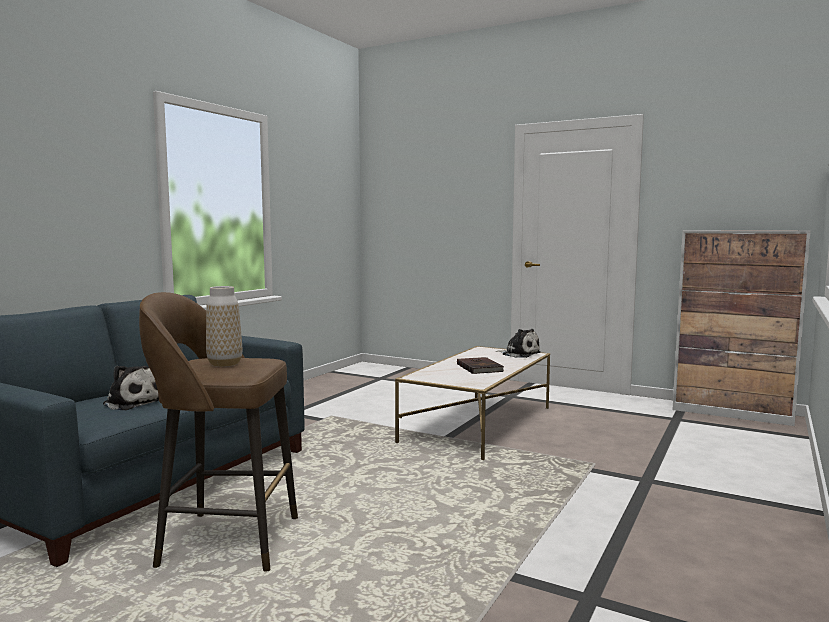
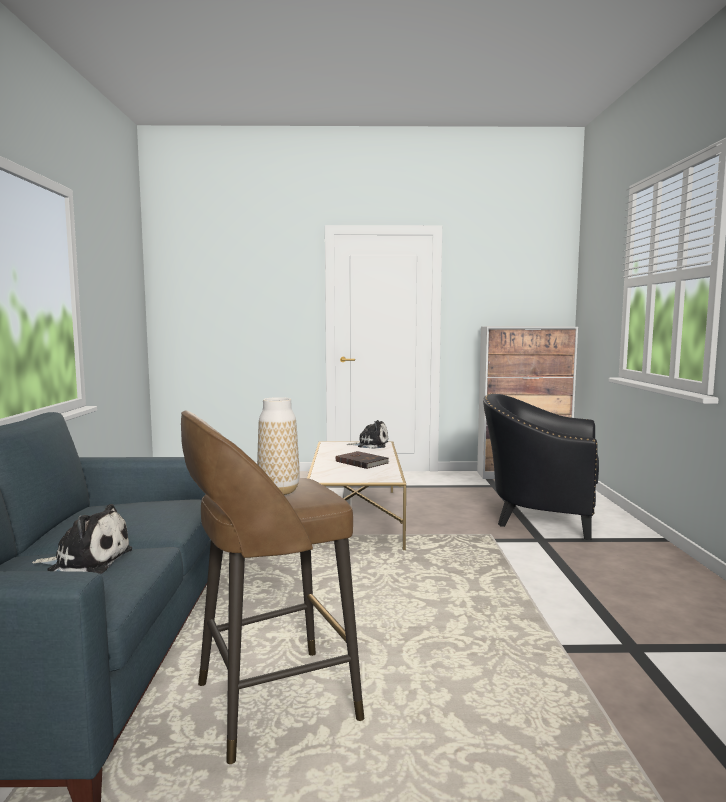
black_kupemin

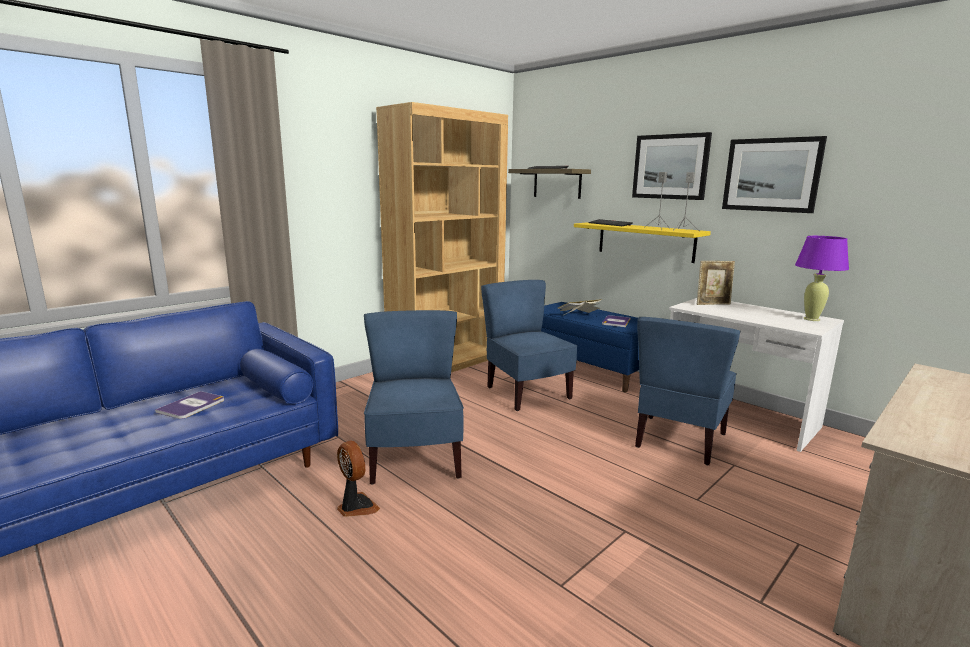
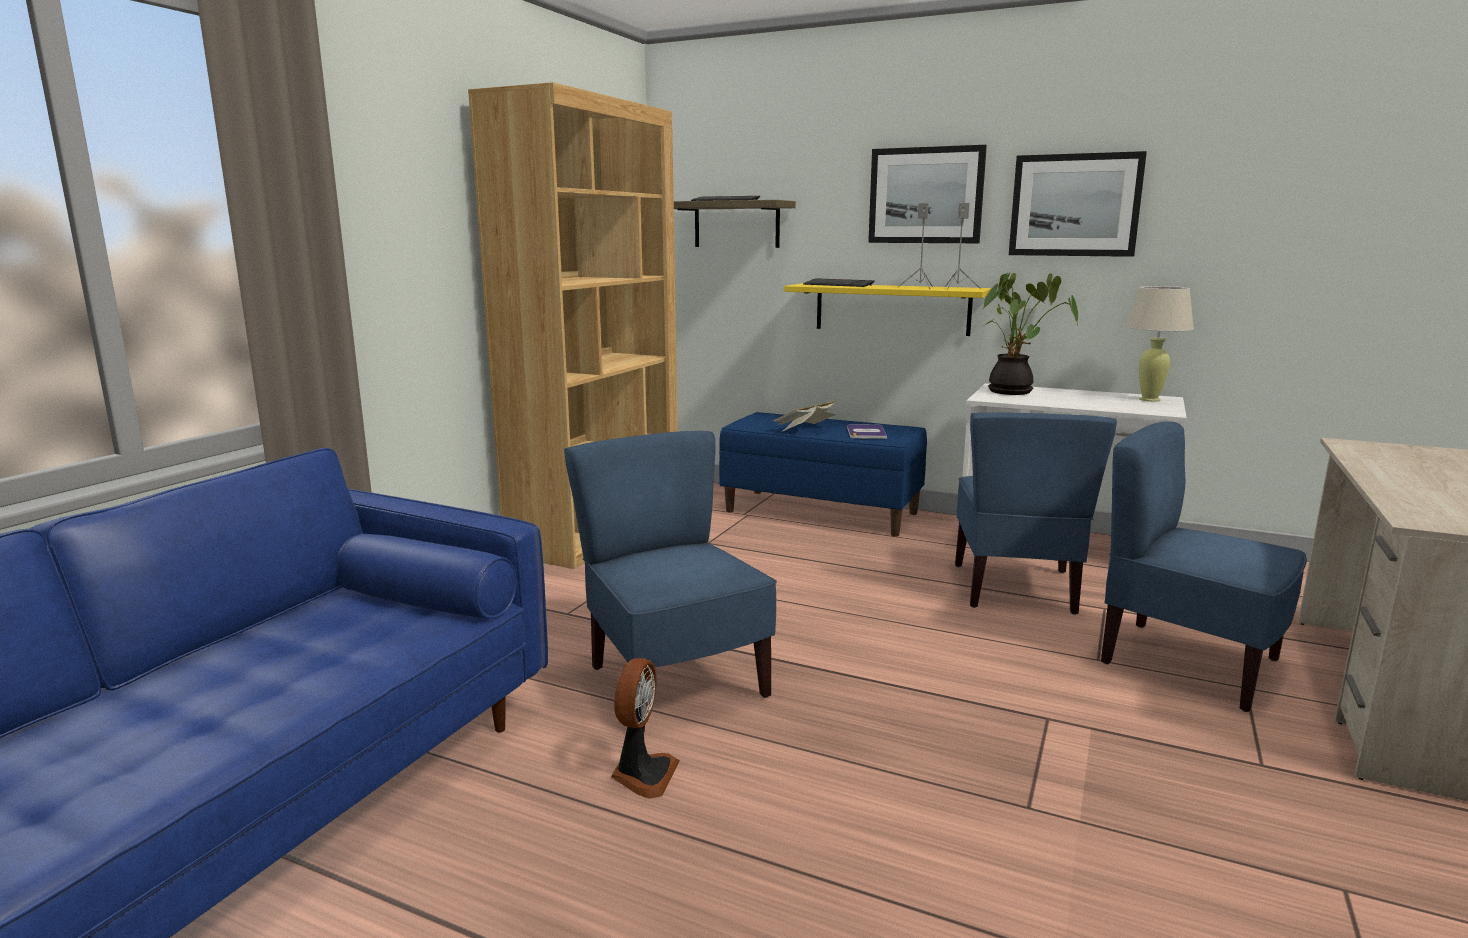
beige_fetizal
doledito
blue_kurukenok (3rd from left)
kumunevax (1st from left in the first image)
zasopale

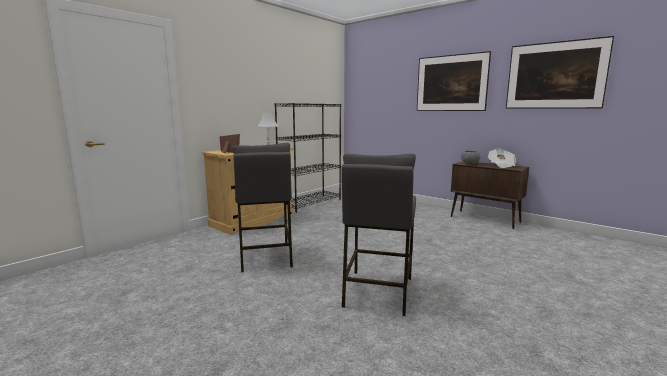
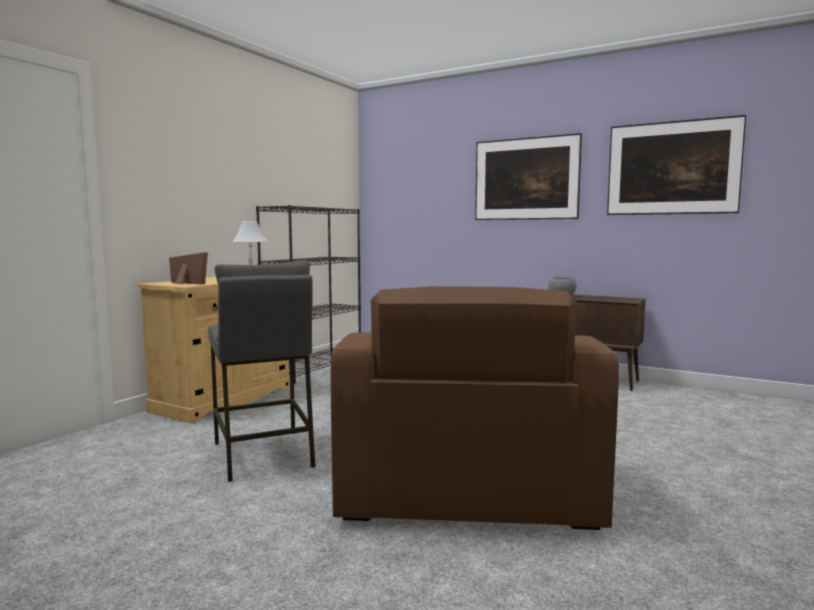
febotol
brown_kupemin

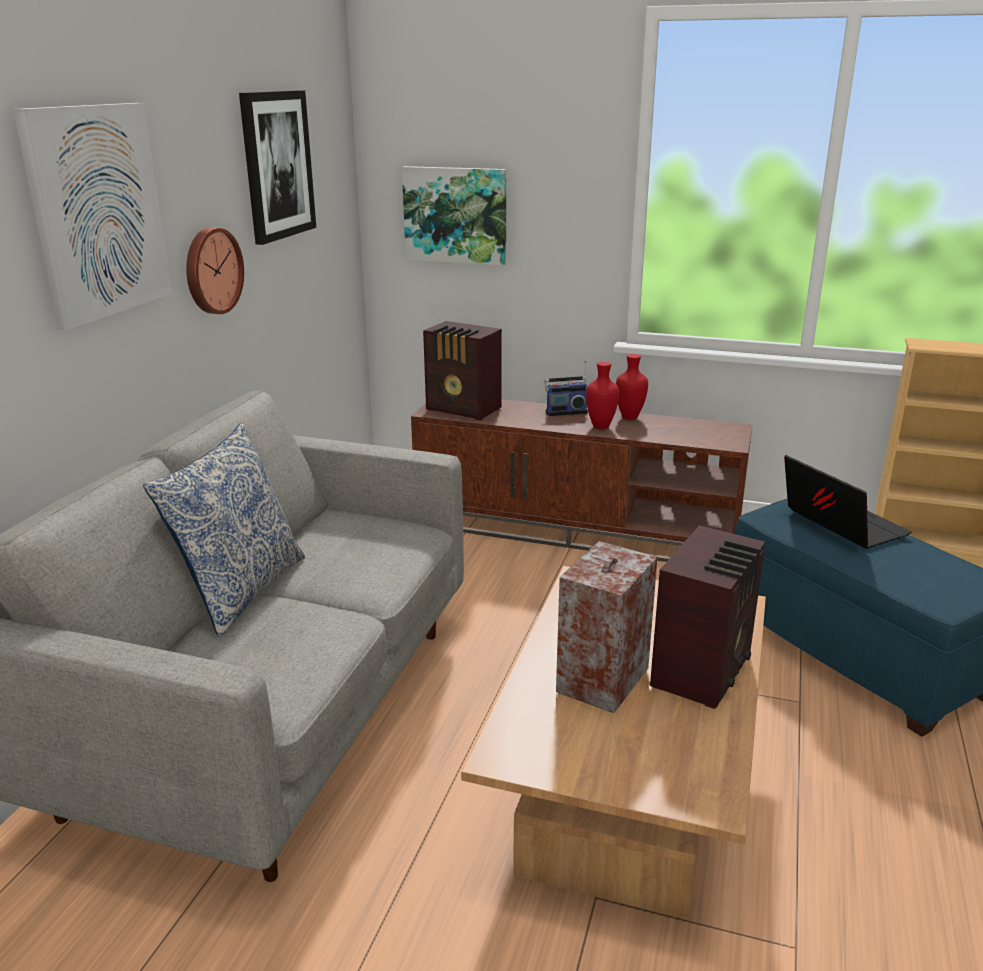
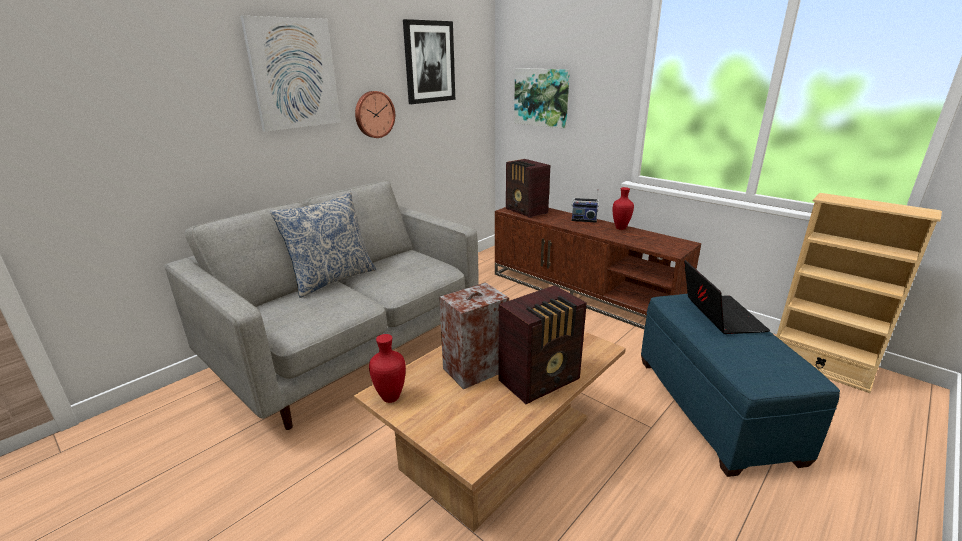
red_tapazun (1st from left)

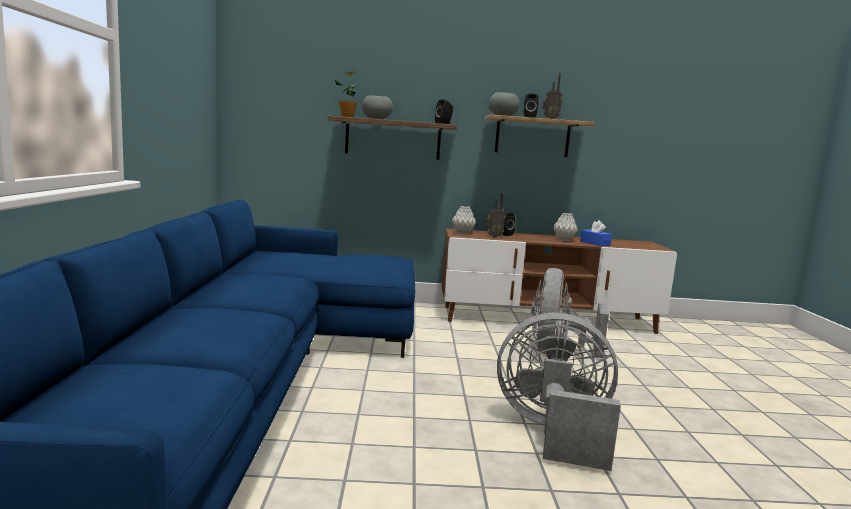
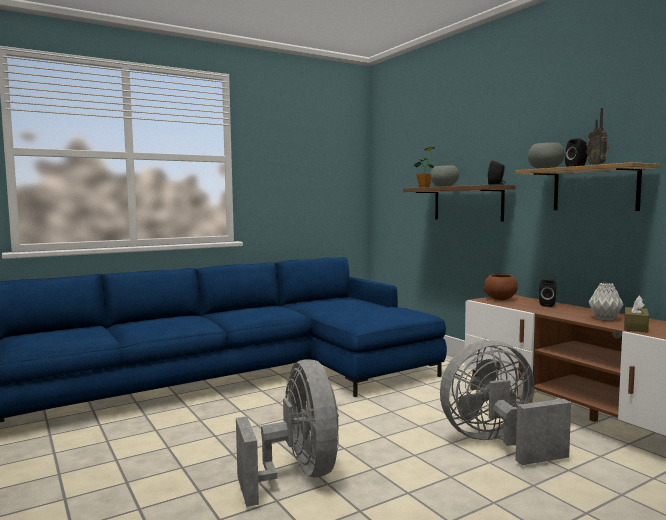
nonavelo (1st from left in the first image)
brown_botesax
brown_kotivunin

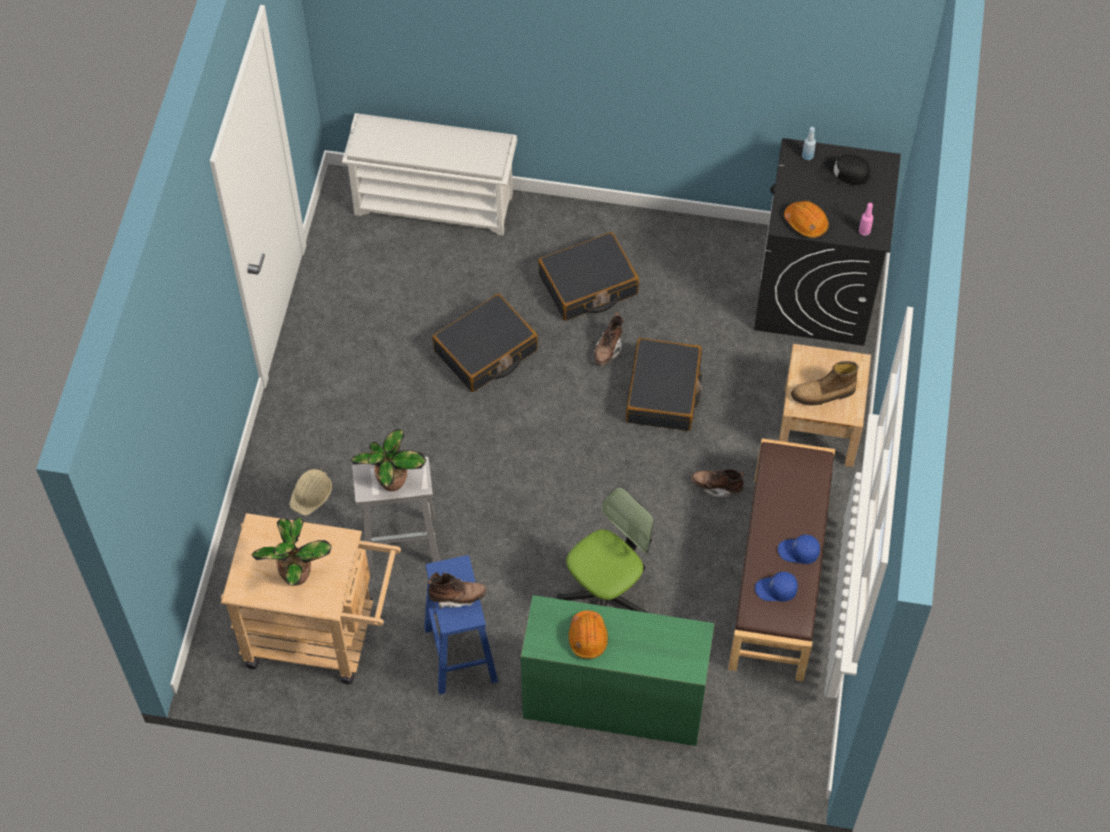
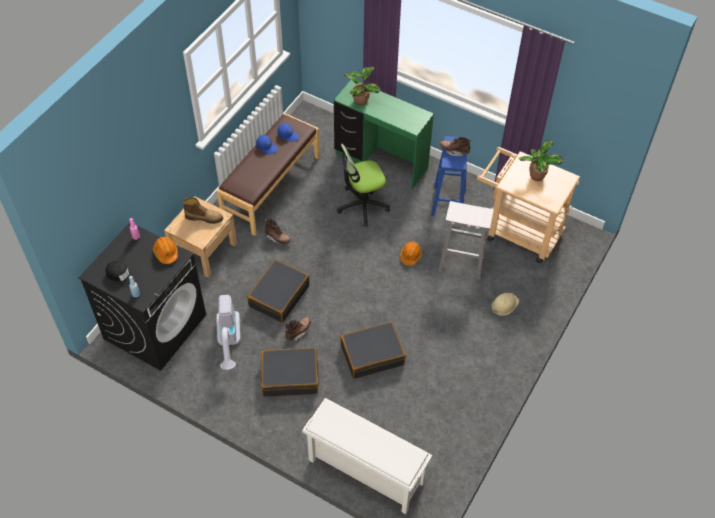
doledito (1st from left)
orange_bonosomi (2nd from left)
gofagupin

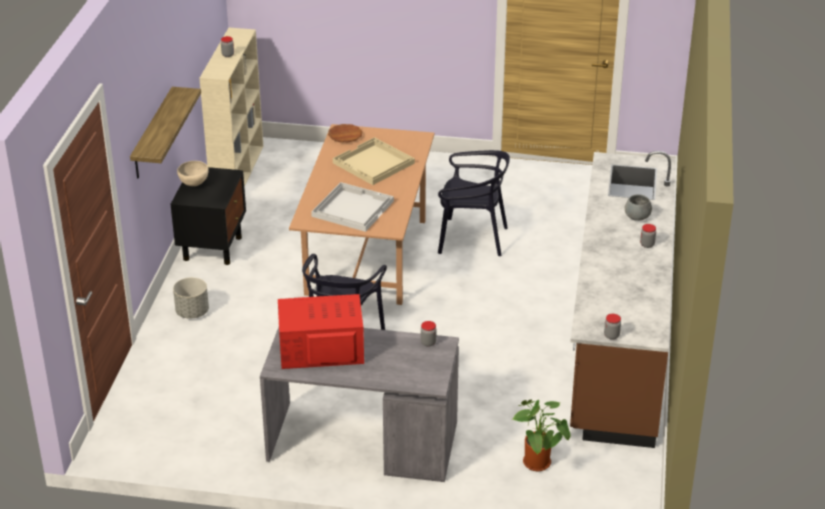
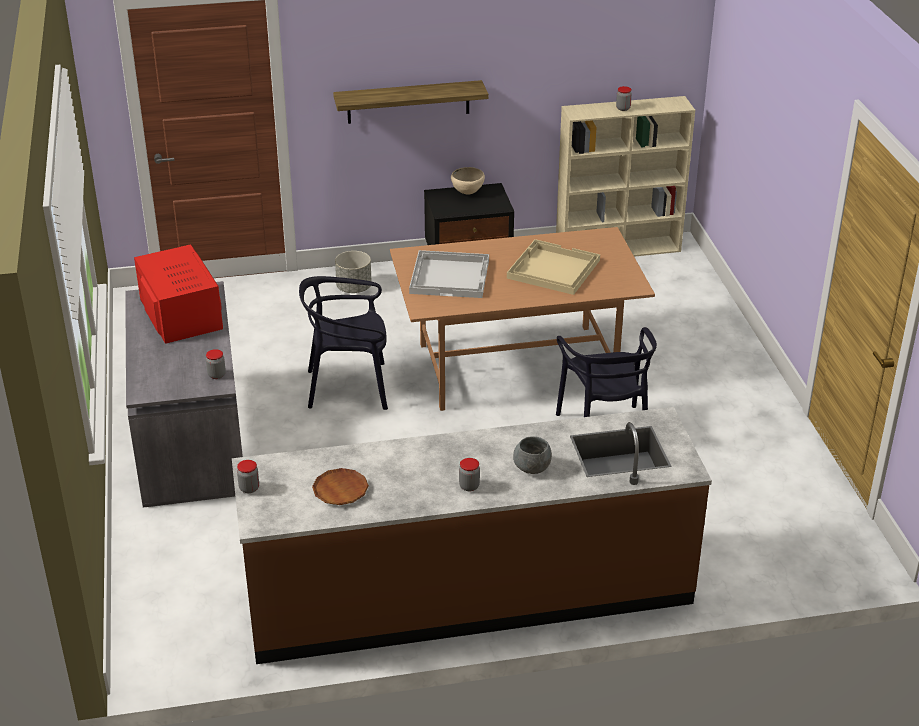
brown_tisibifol
doledito

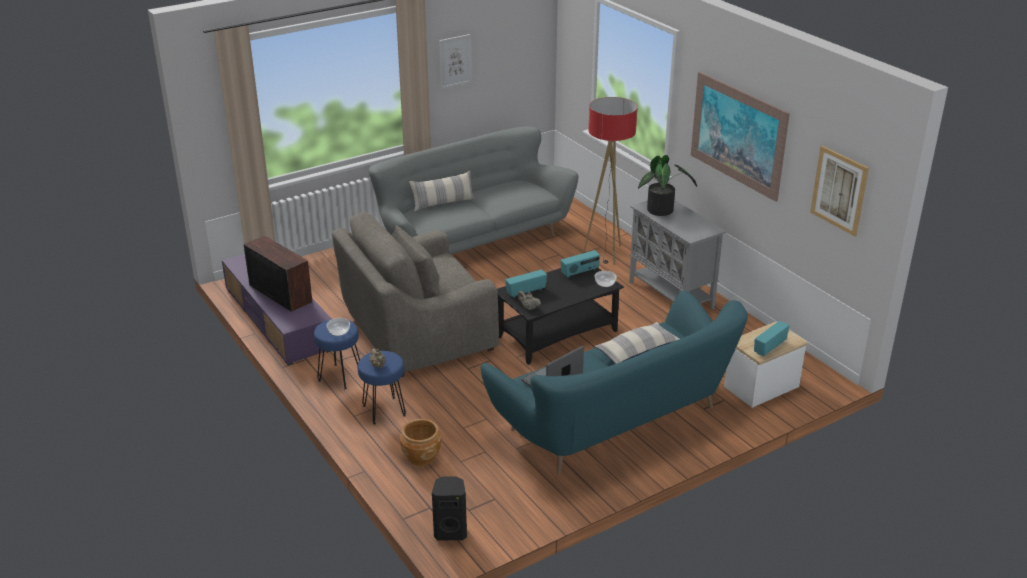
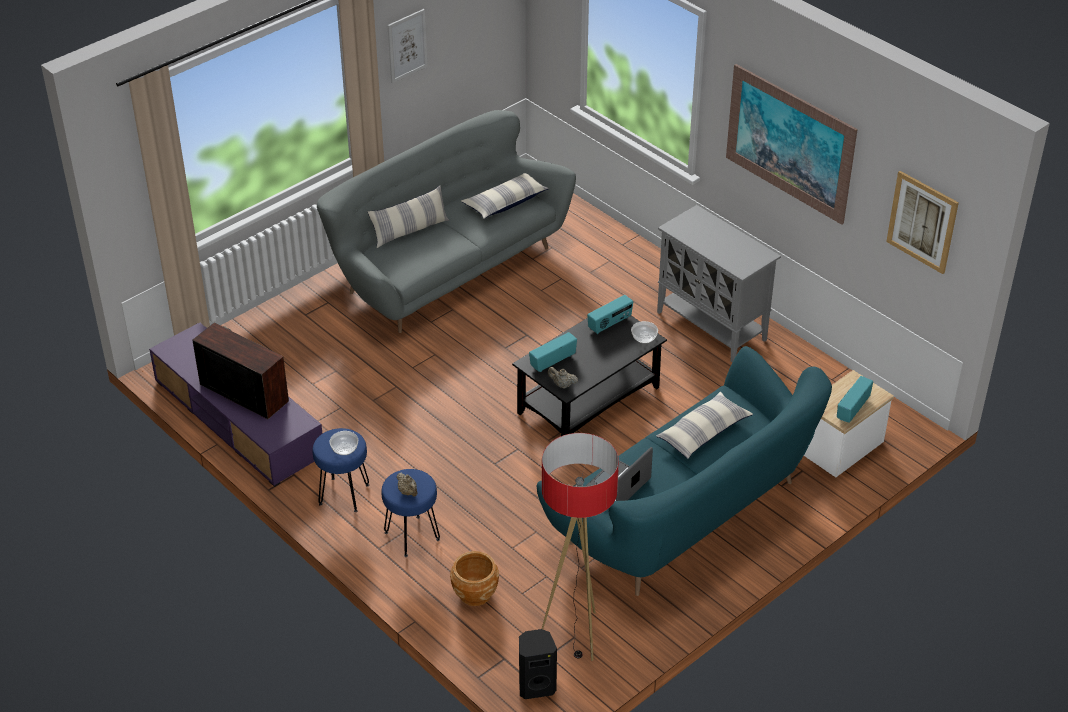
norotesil
doledito
grey_kupemin
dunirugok (2nd from left)

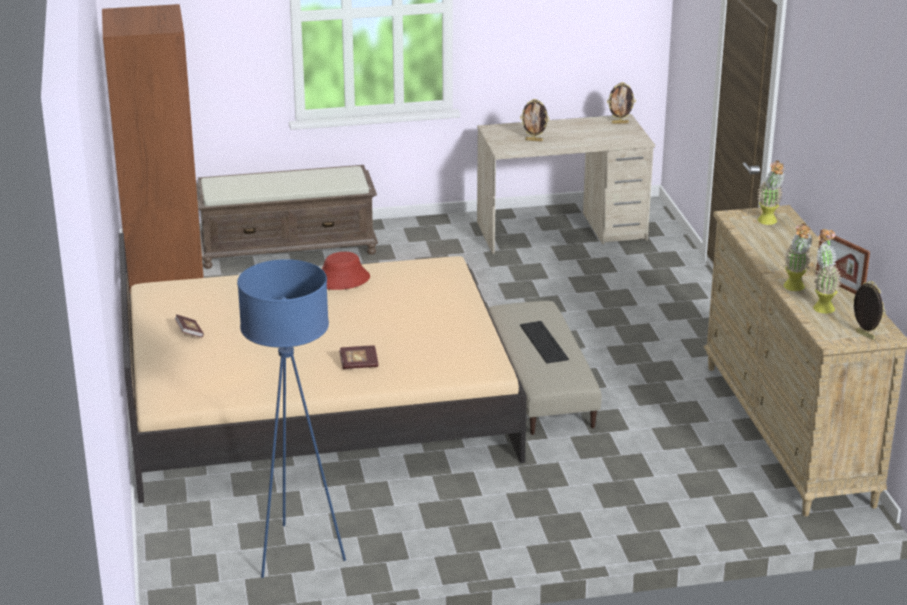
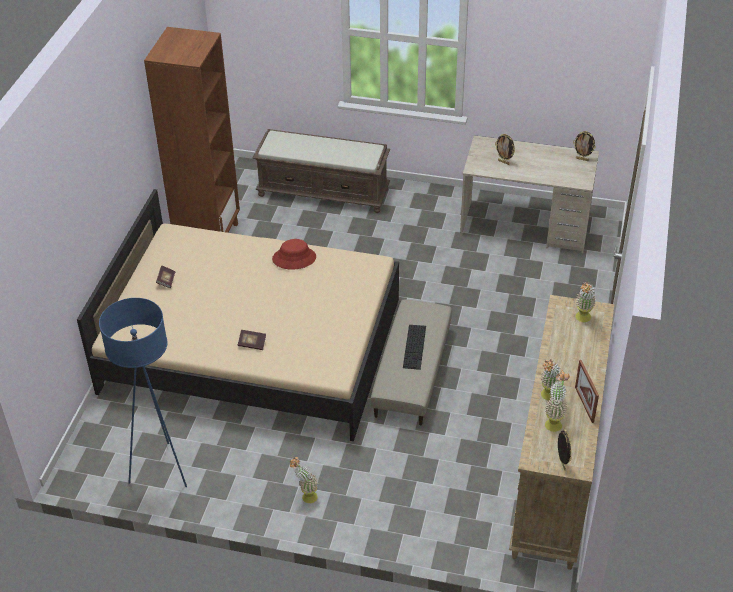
doledito (1st from left)

